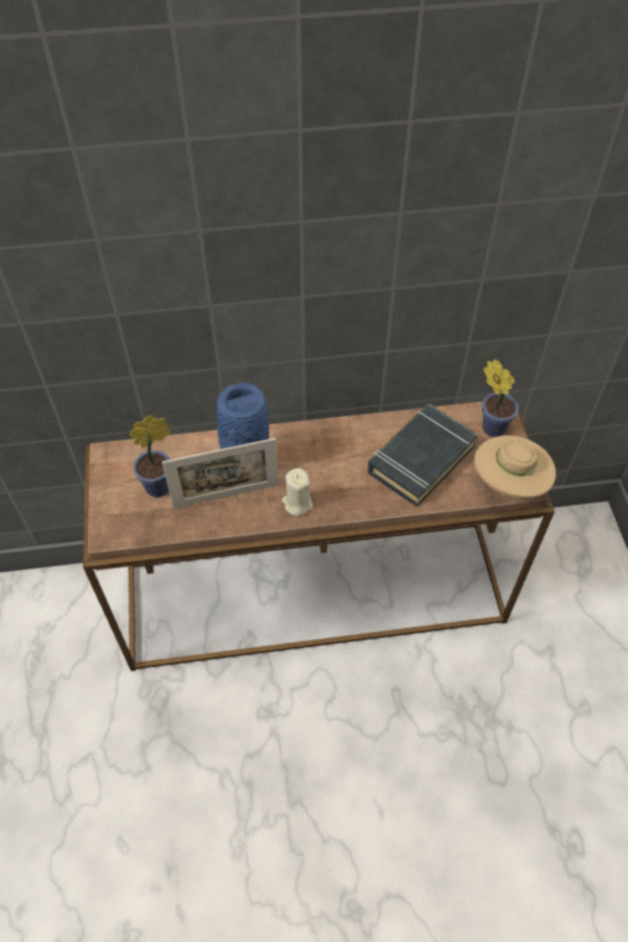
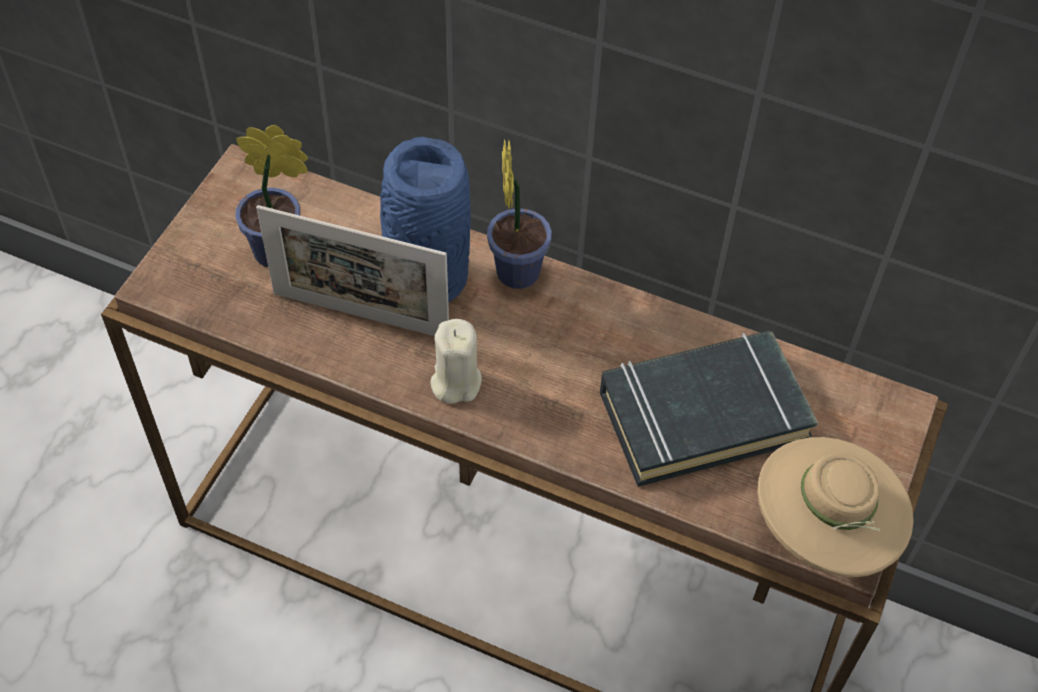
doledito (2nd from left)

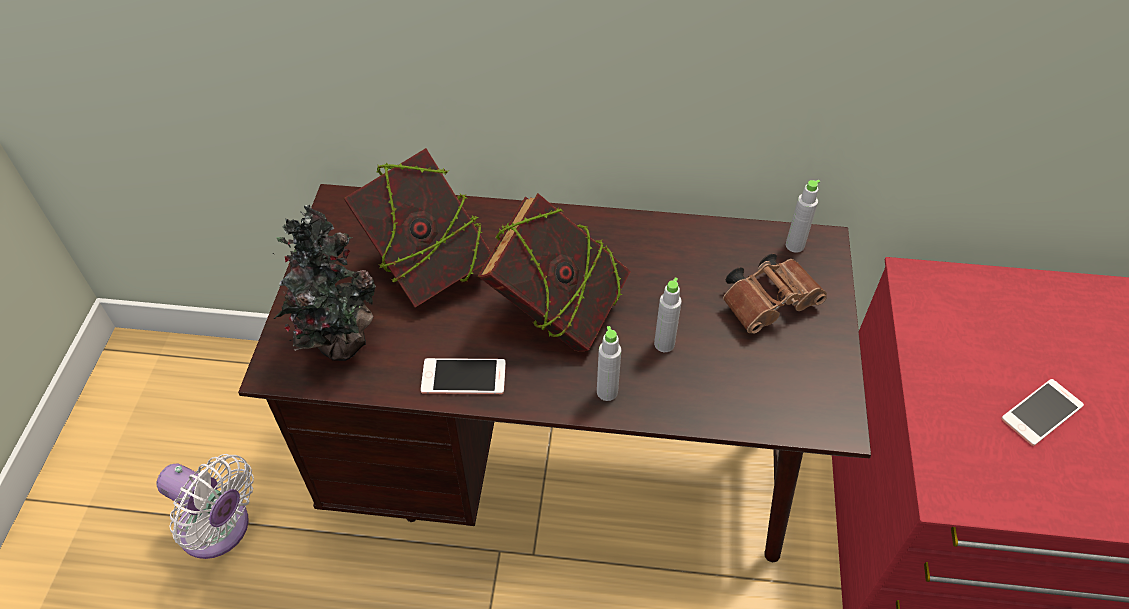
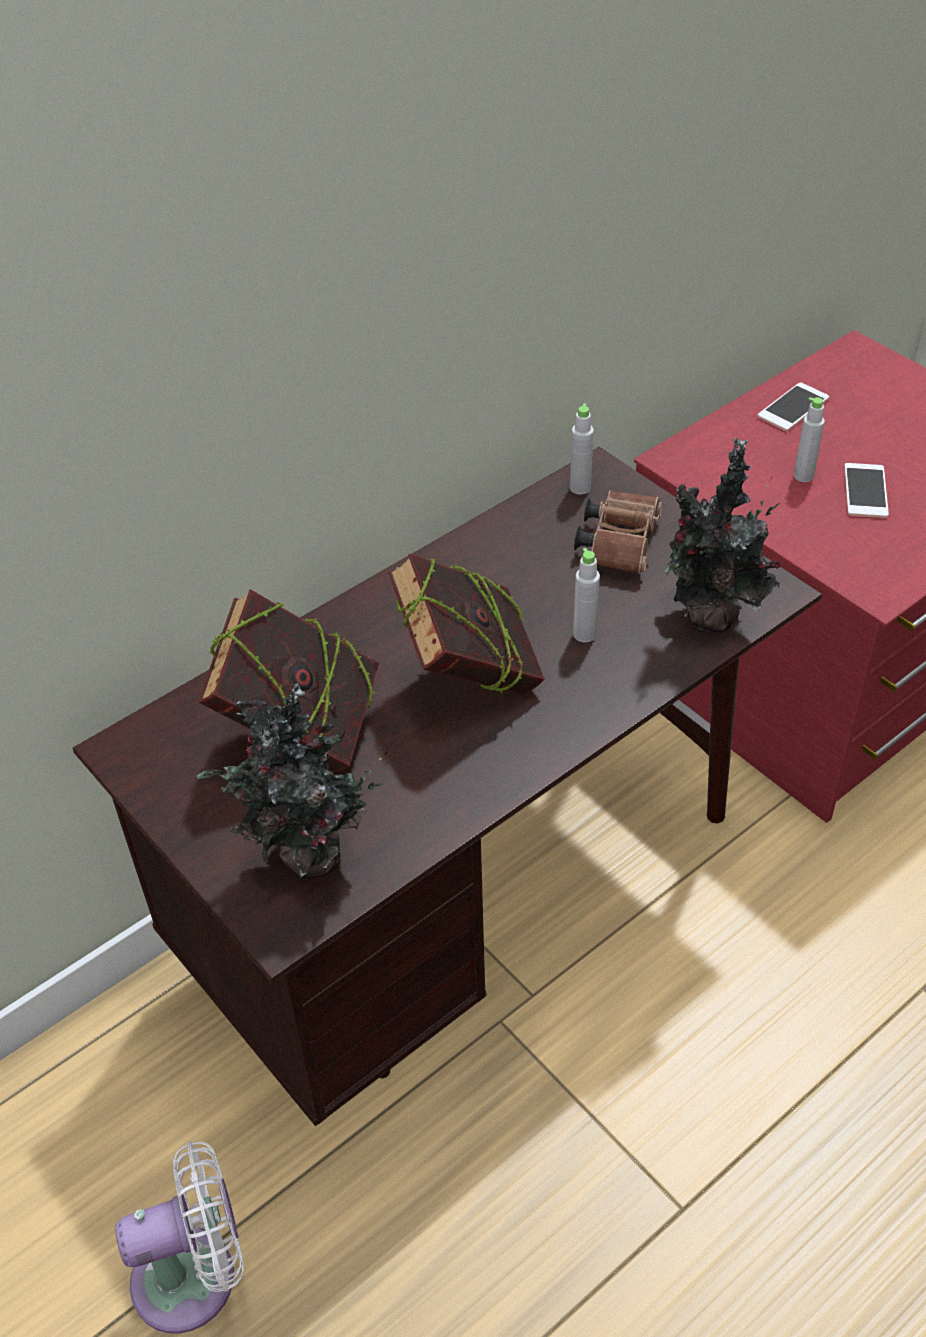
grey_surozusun (3rd from left)
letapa (1st from left)
doledito (2nd from left)

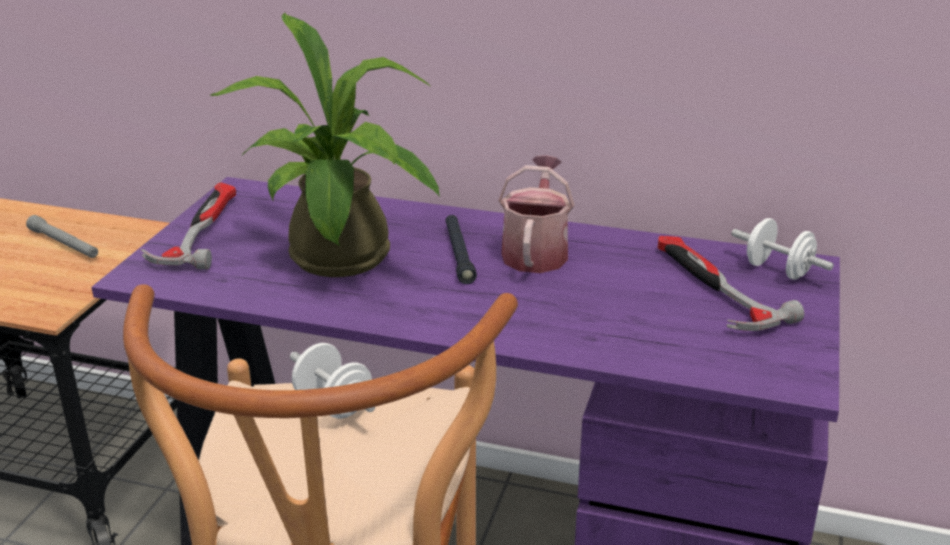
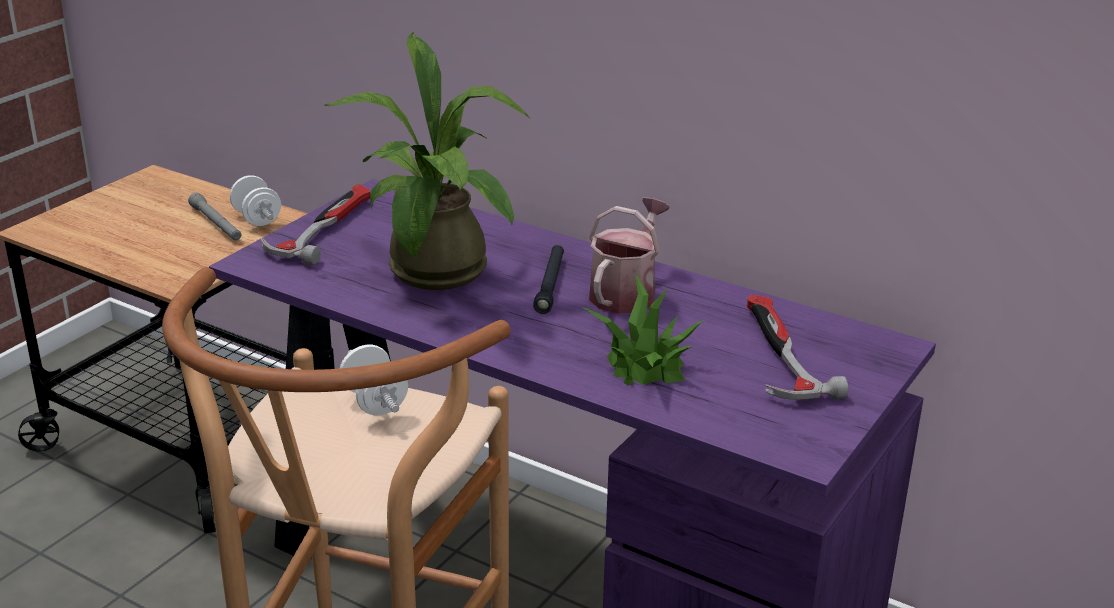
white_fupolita (1st from left)
doledito (2nd from left)

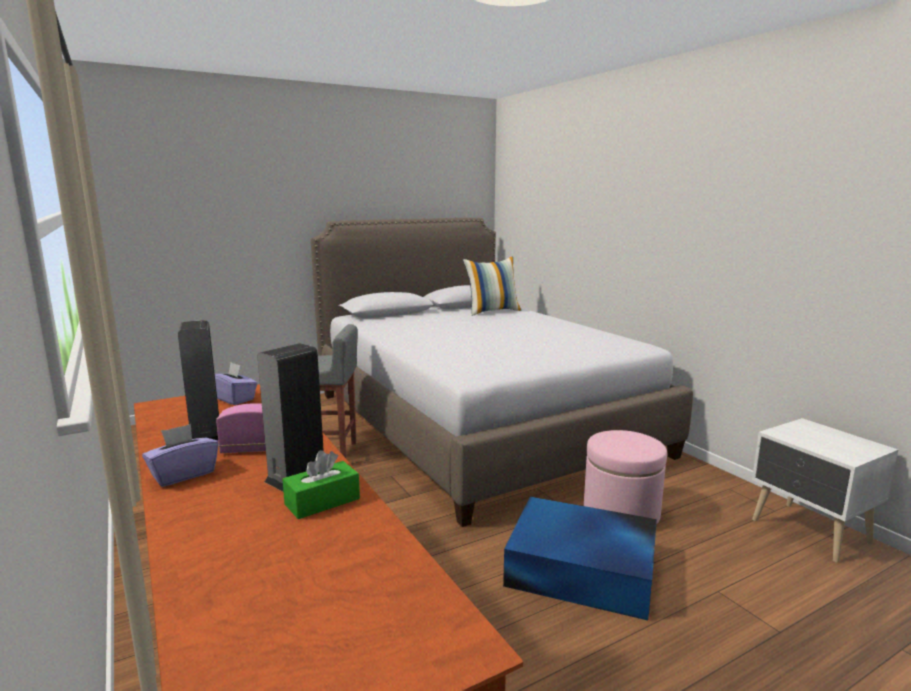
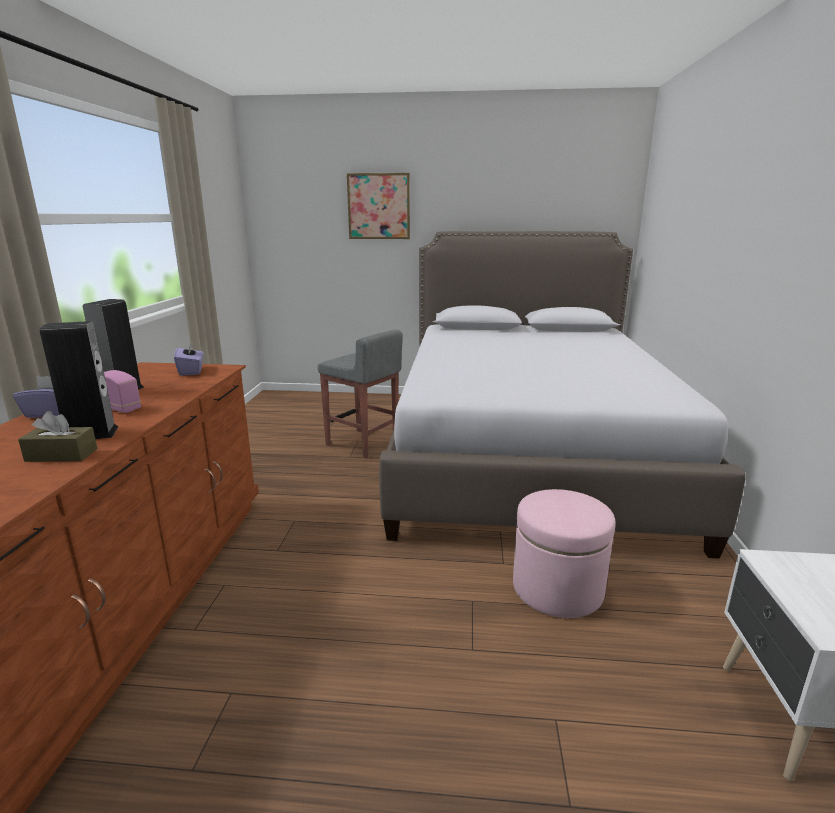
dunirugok
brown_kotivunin
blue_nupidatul
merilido

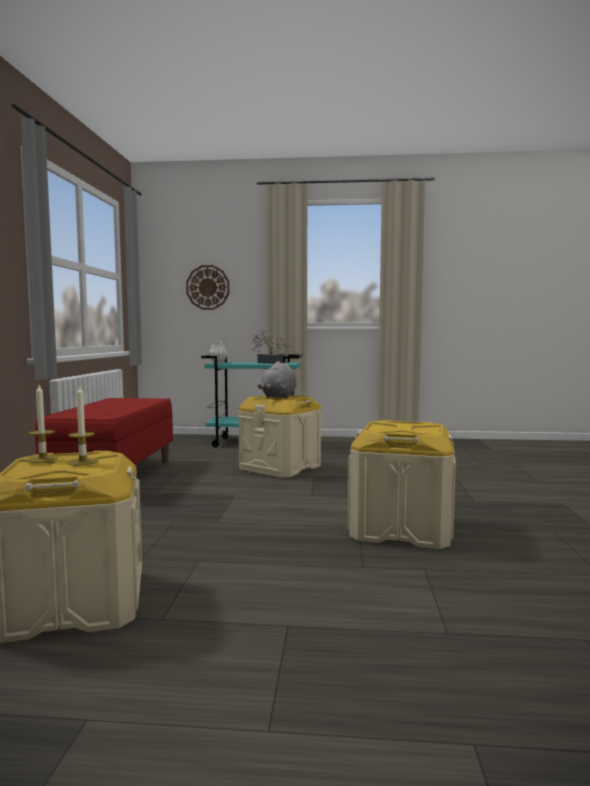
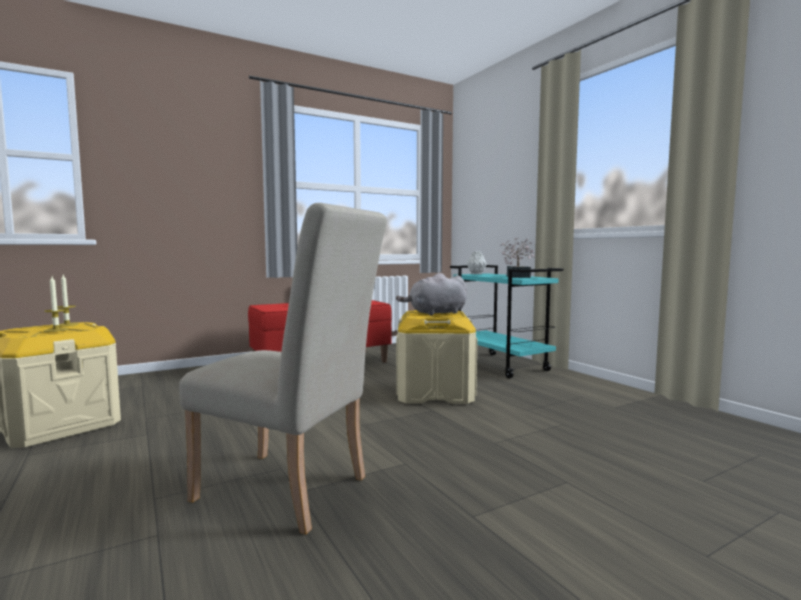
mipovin
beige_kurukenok

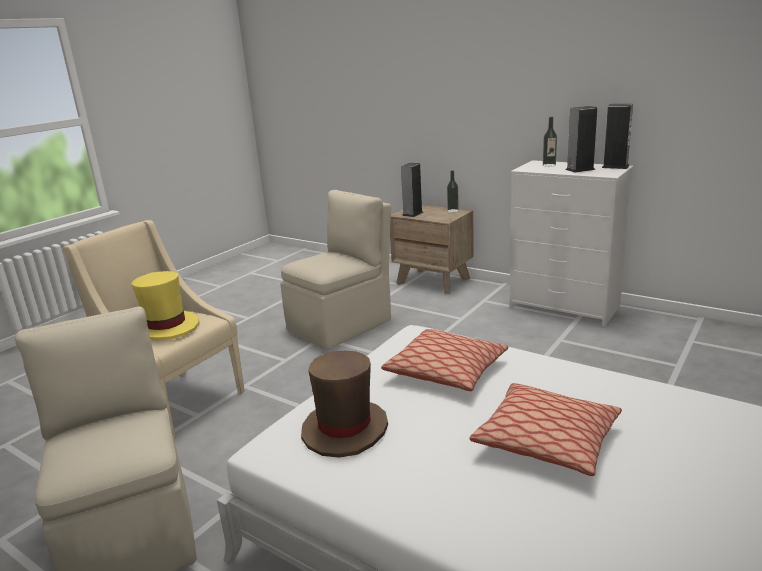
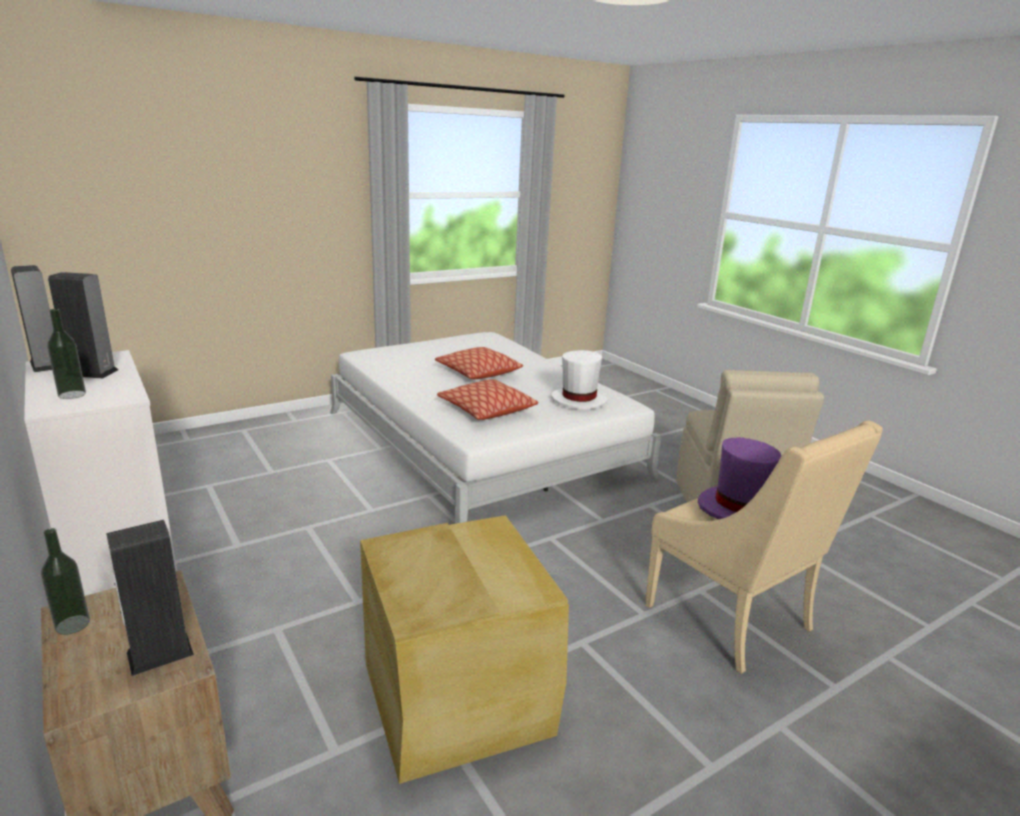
beige_nupidatul
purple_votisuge
white_votisuge

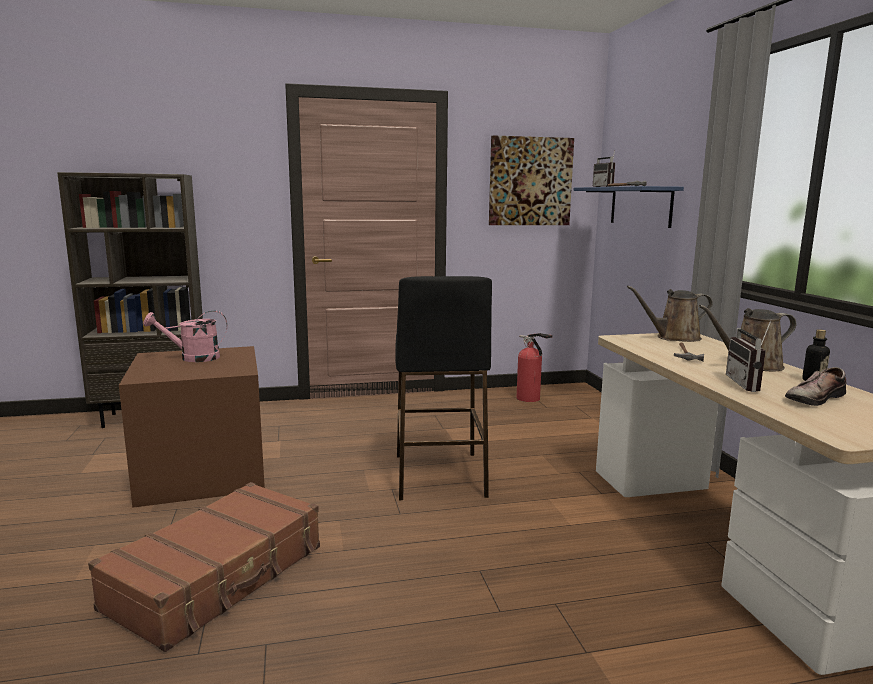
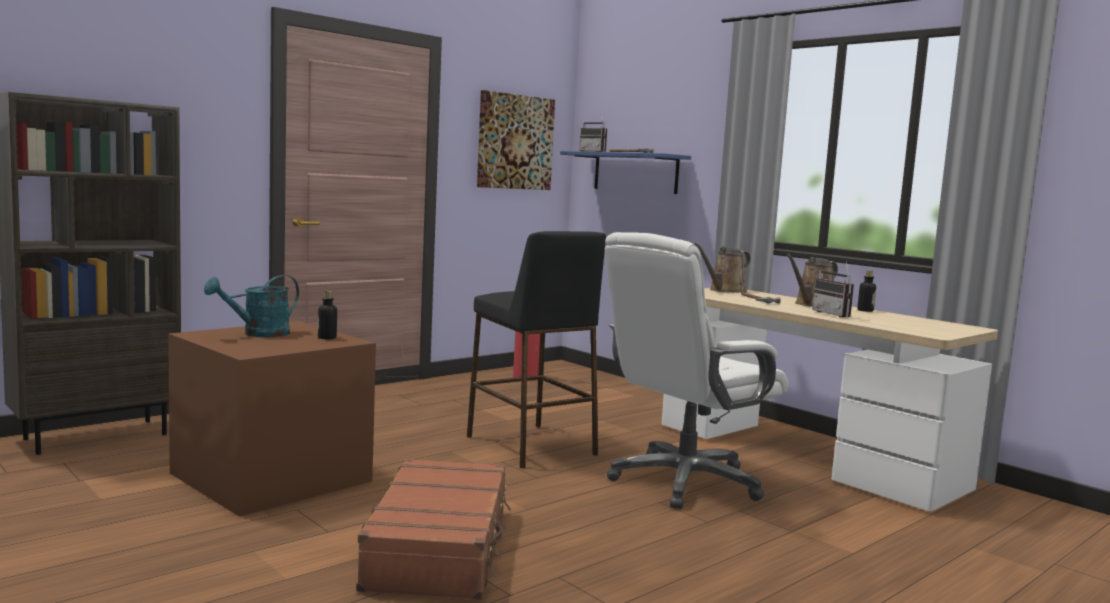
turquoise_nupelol
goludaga
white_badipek
surozusun (1st from left)

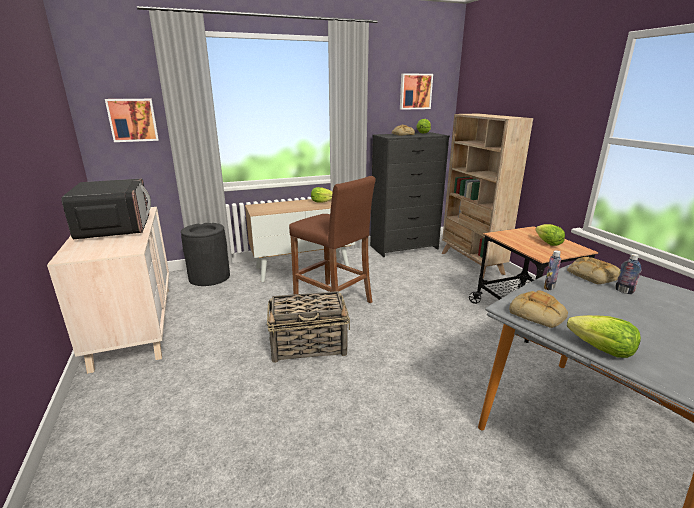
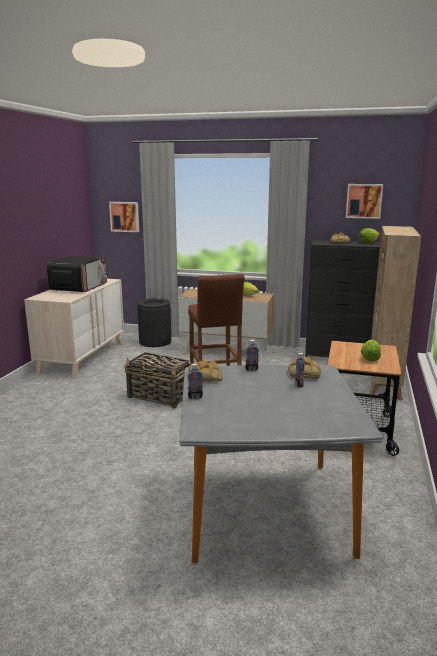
surozusun (1st from left)

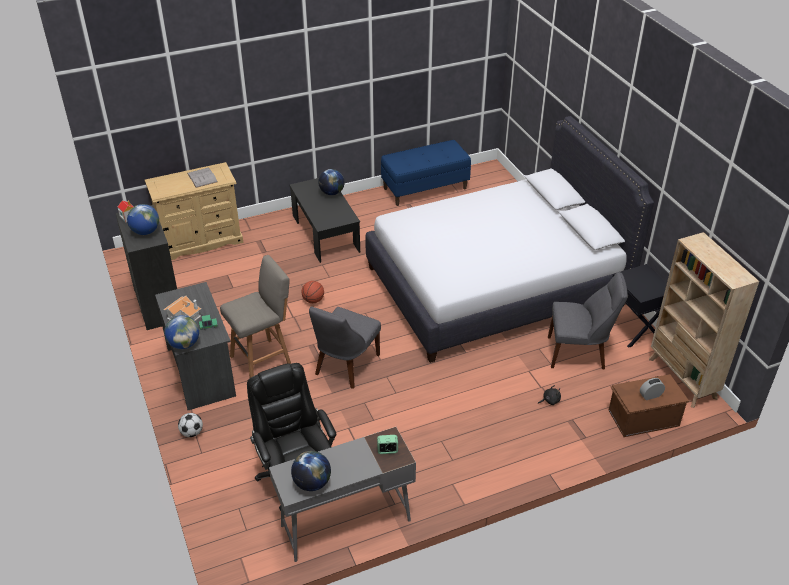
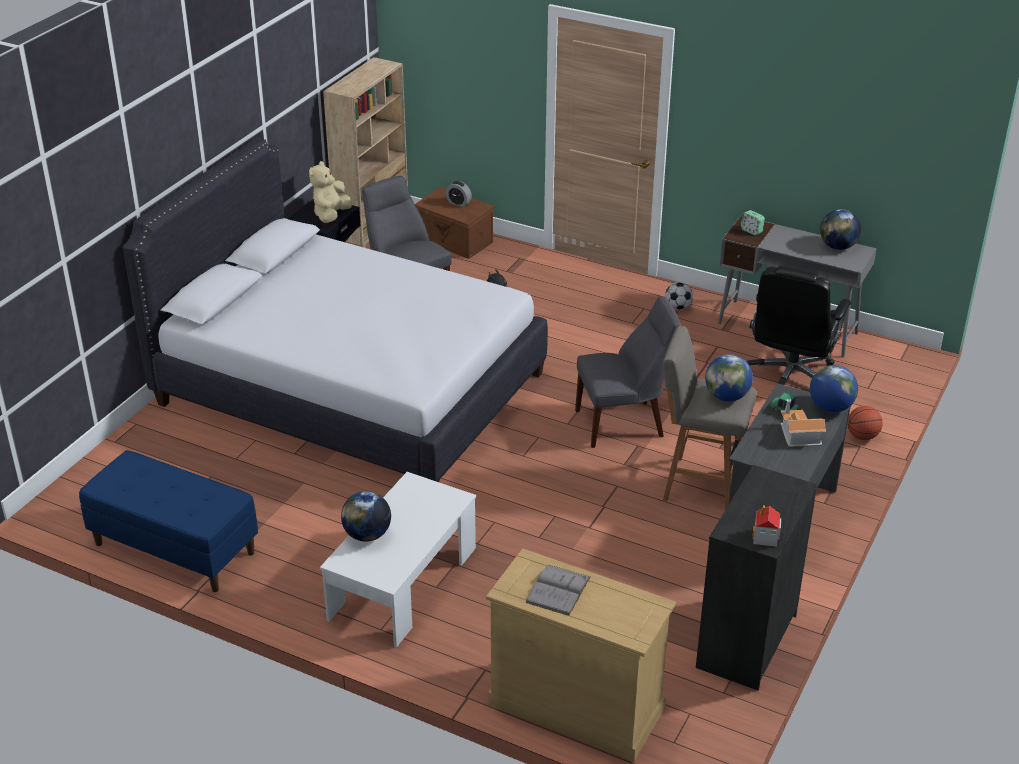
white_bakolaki
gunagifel (2nd from left)
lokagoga
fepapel
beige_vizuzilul

